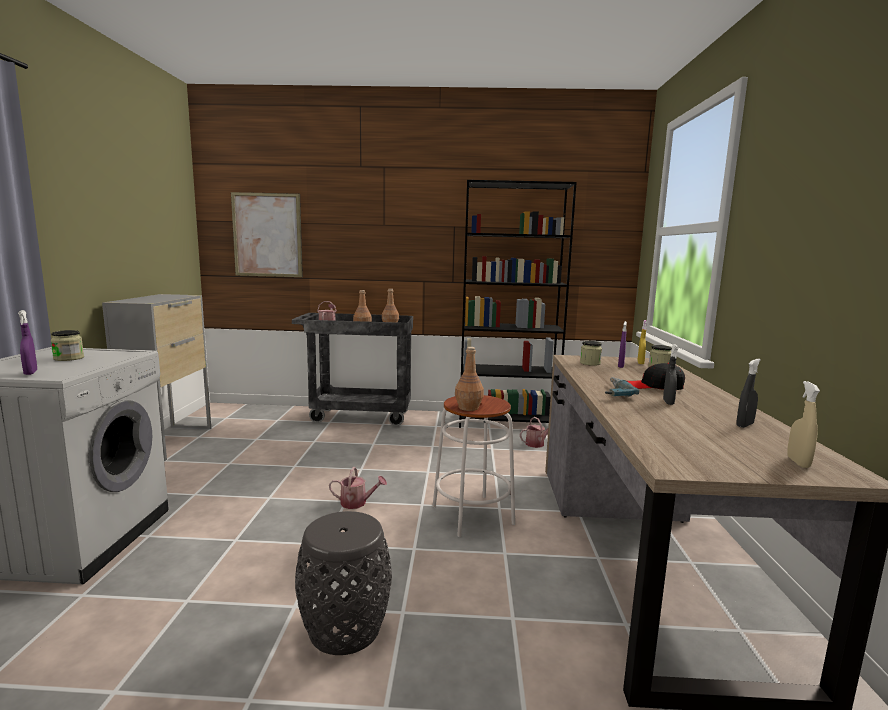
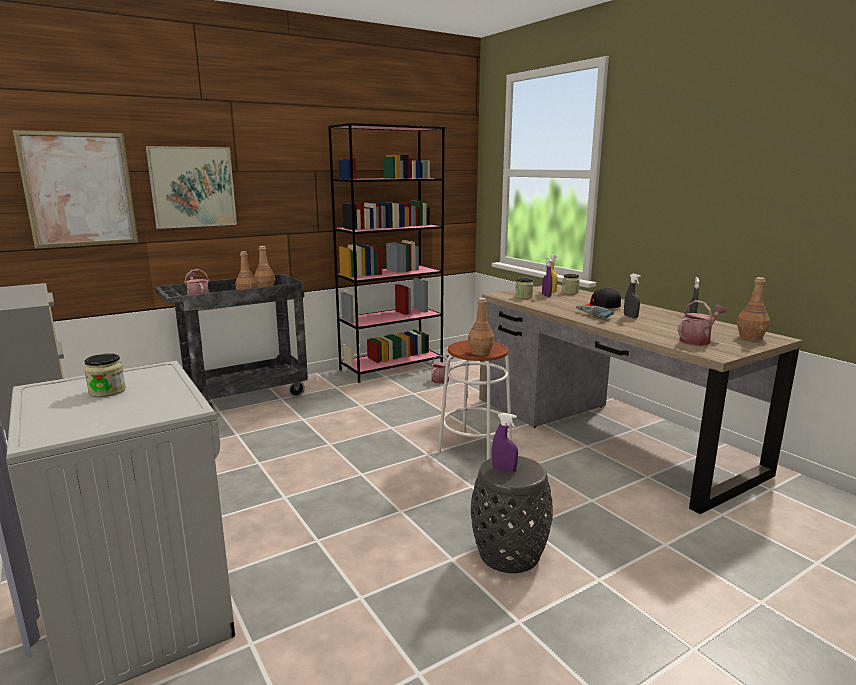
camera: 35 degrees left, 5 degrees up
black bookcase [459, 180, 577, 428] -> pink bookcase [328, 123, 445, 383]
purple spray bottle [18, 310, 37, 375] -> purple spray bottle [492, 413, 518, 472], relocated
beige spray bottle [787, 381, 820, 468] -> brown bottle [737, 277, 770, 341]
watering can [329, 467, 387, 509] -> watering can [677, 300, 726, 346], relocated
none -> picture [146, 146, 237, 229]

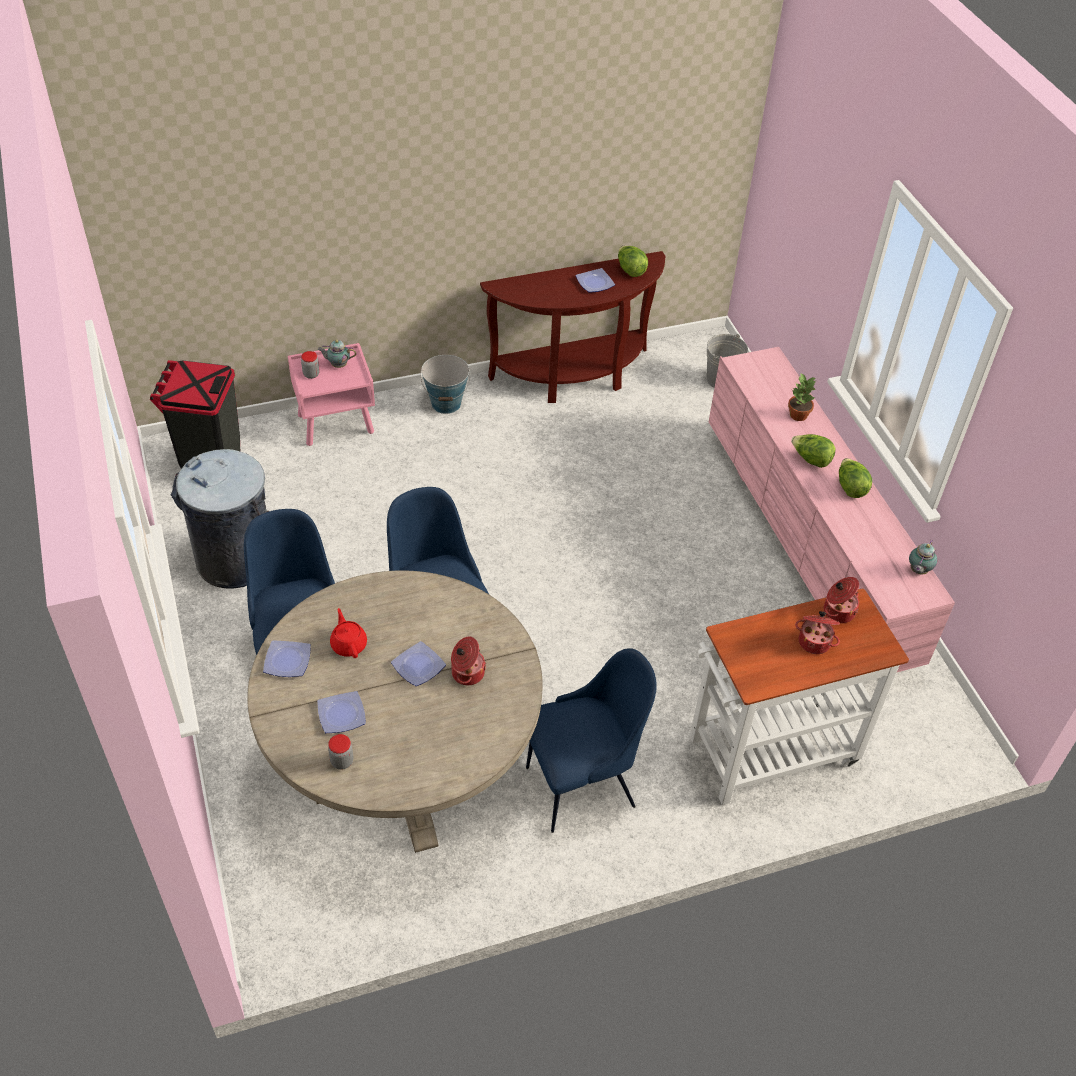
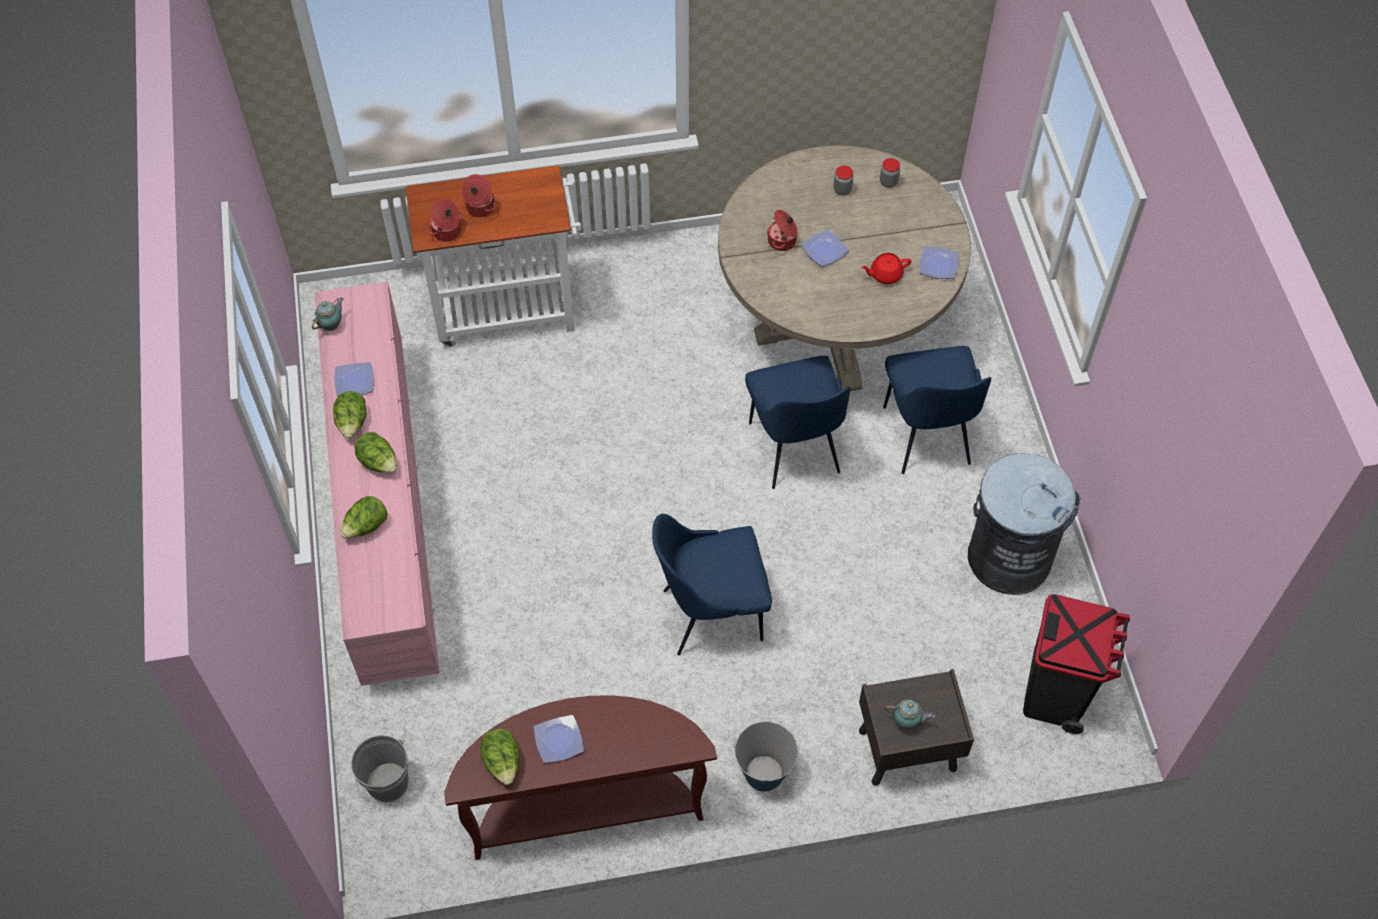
camera: 170 degrees left, 10 degrees up
pink nightstand [288, 343, 375, 446] -> brown nightstand [859, 669, 974, 786]
jar [301, 351, 320, 379] -> jar [834, 166, 854, 195], relocated
potted plant [788, 374, 816, 421] -> lettuce [340, 496, 388, 538]
red teapot [330, 608, 367, 658] -> red teapot [861, 253, 912, 284], 90 degrees clockwise
blue chair [526, 648, 657, 833] -> blue chair [652, 514, 772, 656], relocated
plate [317, 691, 366, 733] -> plate [334, 362, 374, 396], relocated

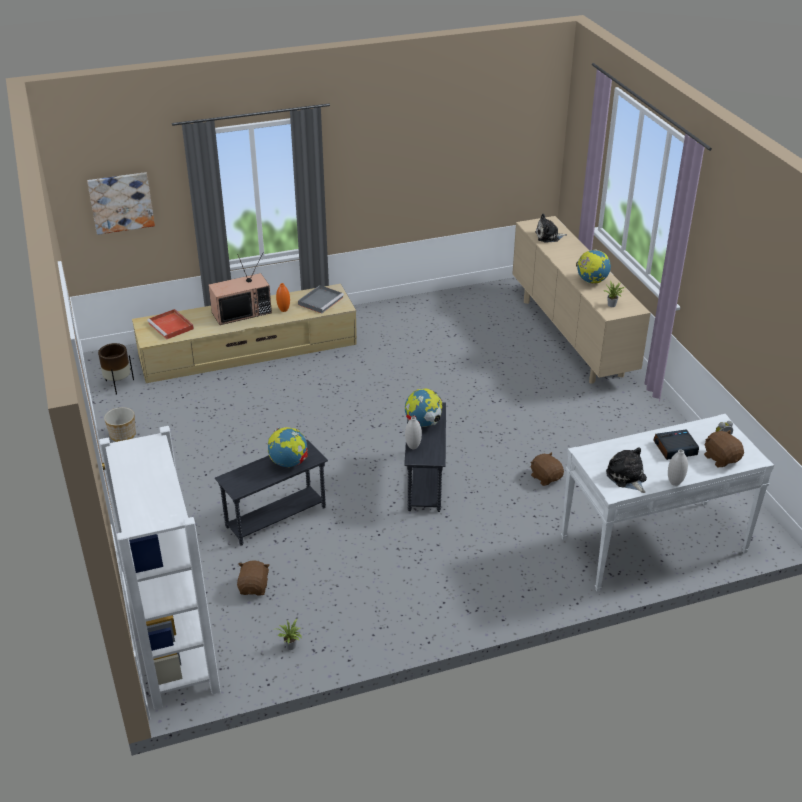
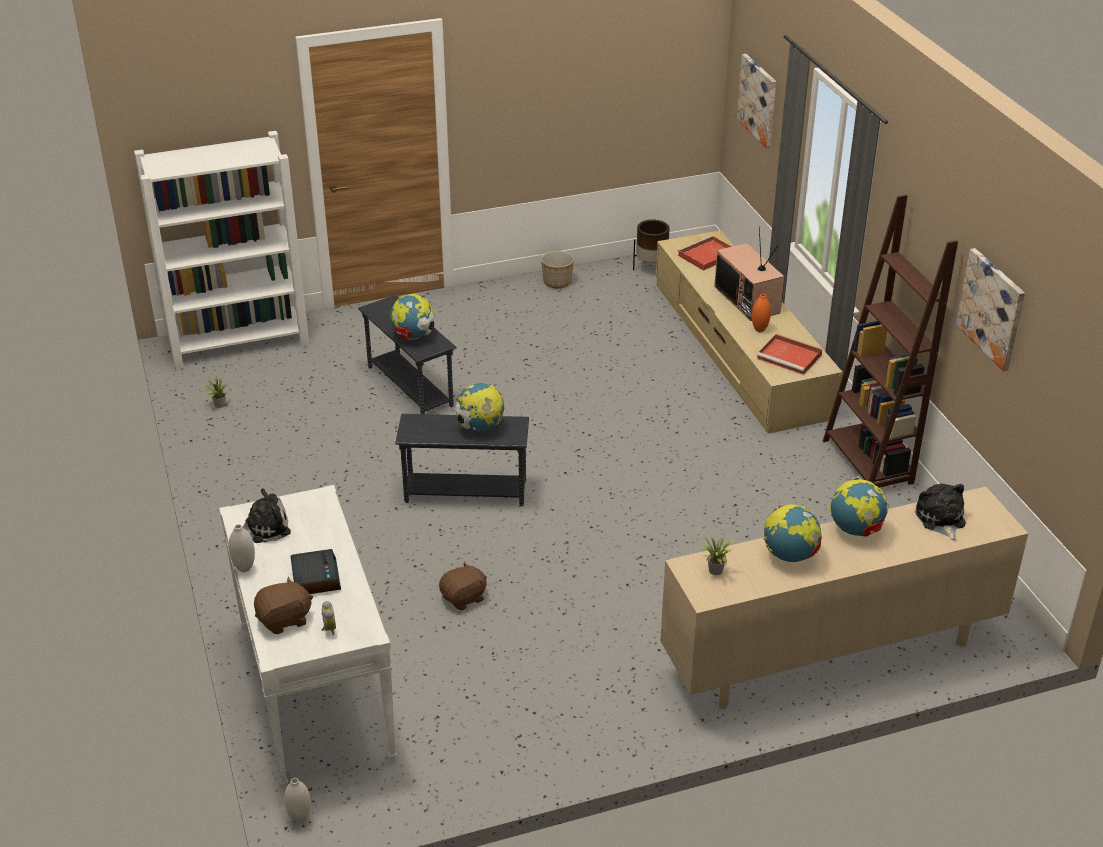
camera: 90 degrees right, 0 degrees up
grey tray [298, 285, 344, 314] -> red tray [757, 334, 822, 375]
white vase [405, 416, 422, 449] -> white vase [284, 778, 311, 823], relocated
brown plush toy [237, 560, 270, 596] -> none
none -> brown bookcase [823, 195, 958, 487]
none -> picture [956, 248, 1025, 371]
none -> globe [830, 476, 890, 536]

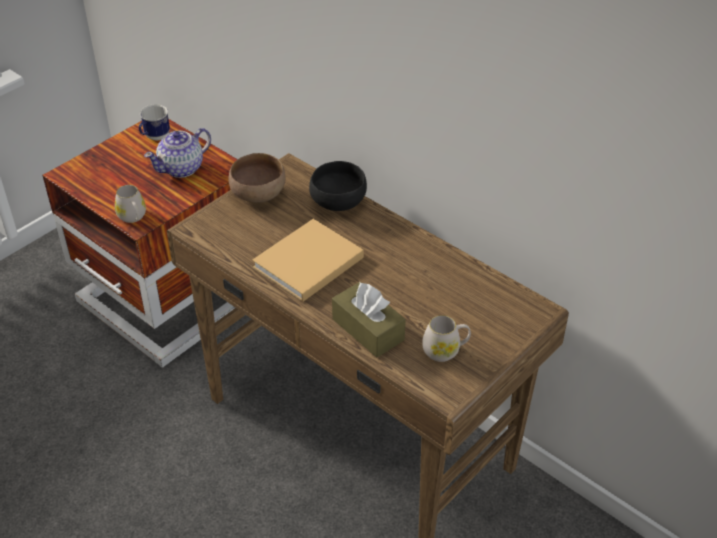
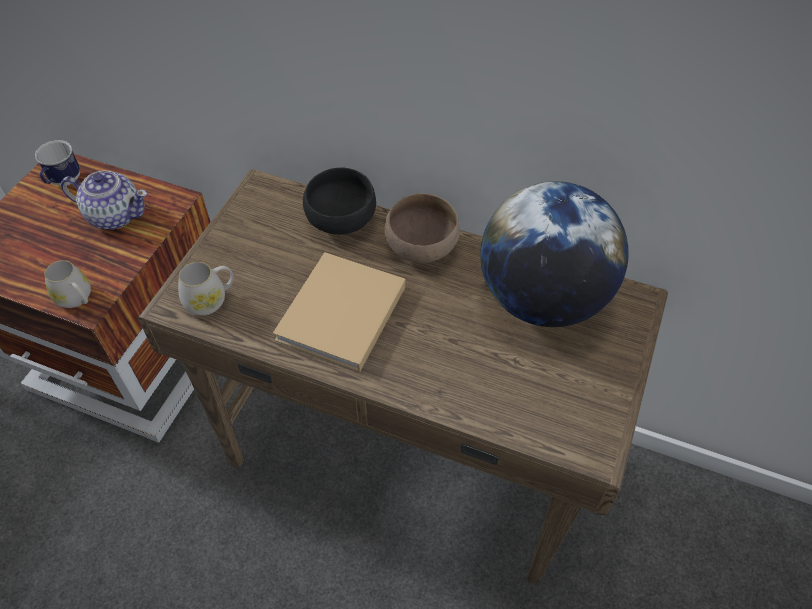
camera: 20 degrees left, 10 degrees up
teapot [144, 128, 211, 178] -> teapot [61, 170, 148, 230], 105 degrees counterclockwise
brown bowl [228, 153, 286, 203] -> brown bowl [384, 193, 460, 263], relocated
brown tissue box [332, 282, 406, 358] -> none
white mug [422, 315, 471, 362] -> white mug [178, 262, 234, 315], relocated
none -> globe [480, 181, 629, 327]

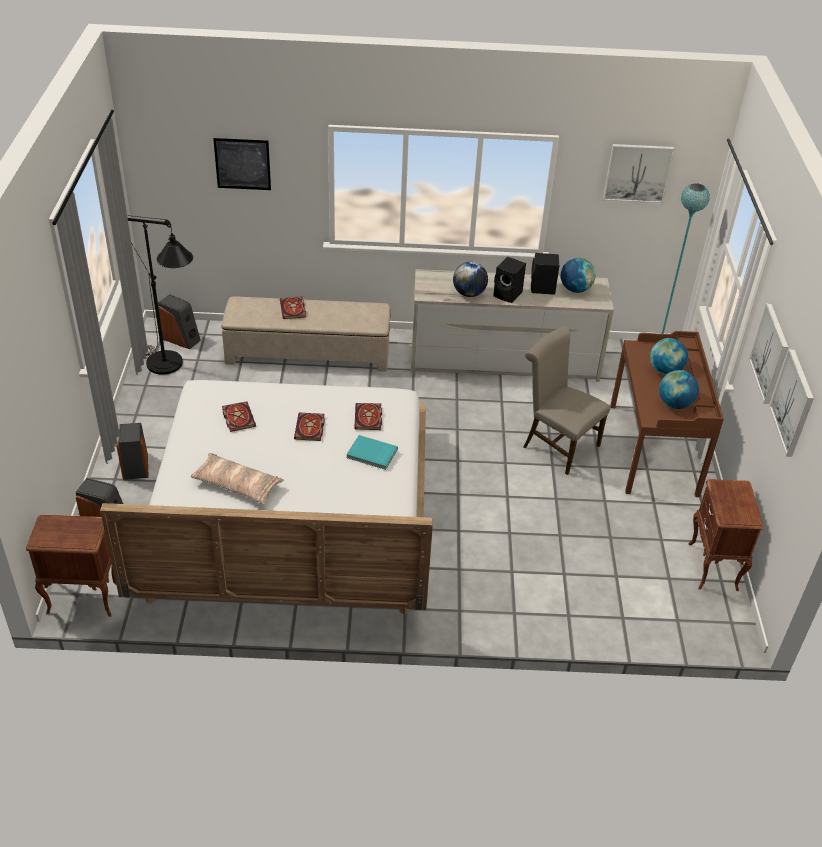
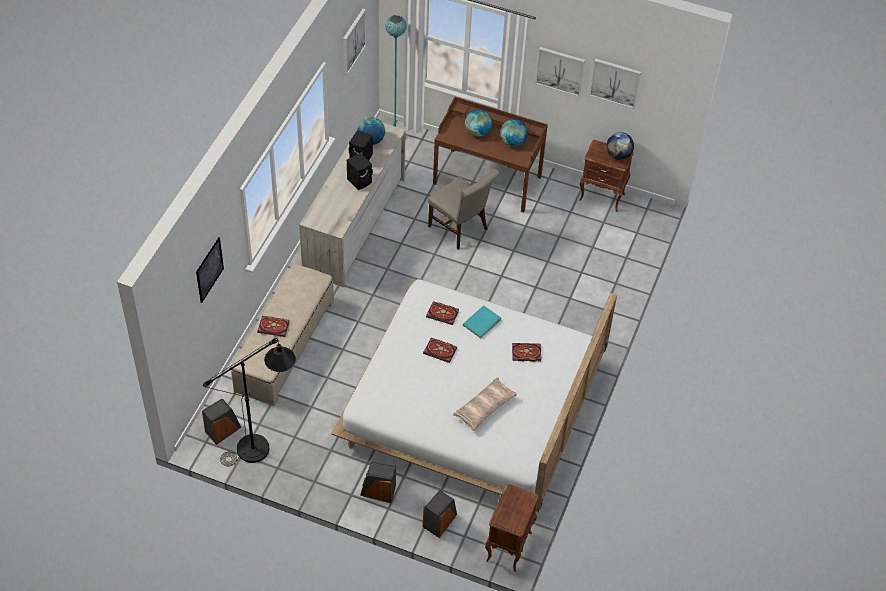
camera: 70 degrees left, 10 degrees up
globe [453, 262, 488, 297] -> globe [606, 132, 634, 160], relocated
beige chair [523, 326, 611, 475] -> beige chair [428, 169, 500, 250], 105 degrees counterclockwise
book [222, 401, 256, 432] -> book [512, 343, 541, 362], relocated

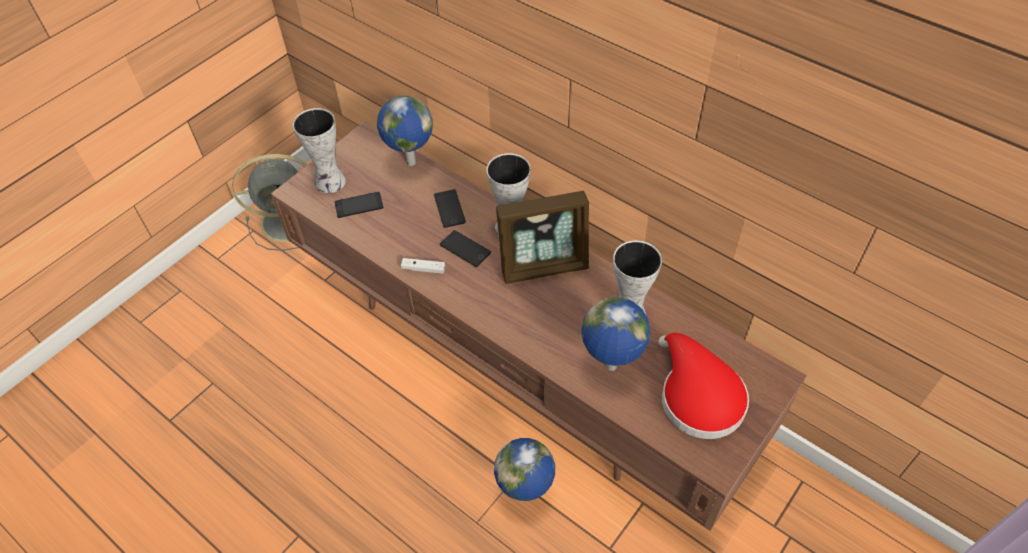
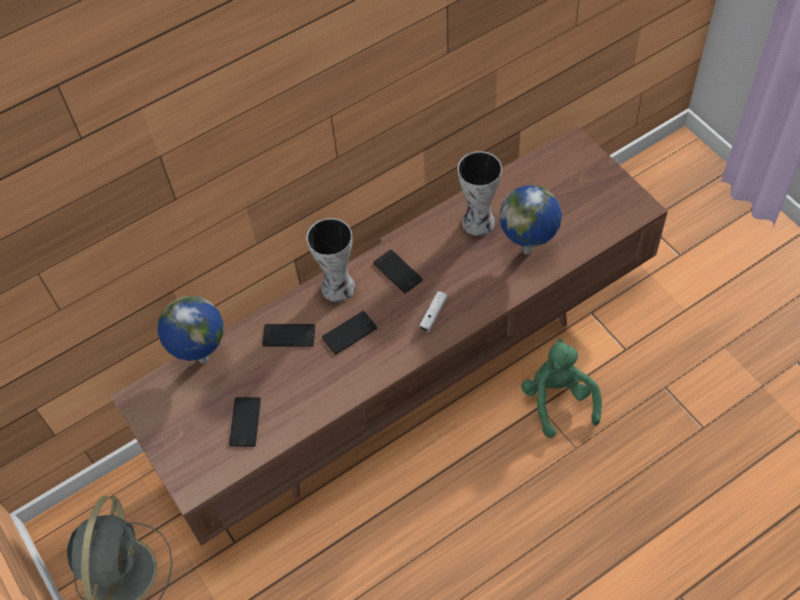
camera: 70 degrees left, 5 degrees up
vase [293, 108, 346, 193] -> none
picture frame [496, 191, 589, 284] -> phone [373, 250, 423, 293]
white game controller [401, 258, 445, 274] -> white game controller [419, 291, 447, 332], relocated
red hat [659, 333, 749, 439] -> none
globe [494, 438, 555, 501] -> green plush toy [521, 338, 602, 438]

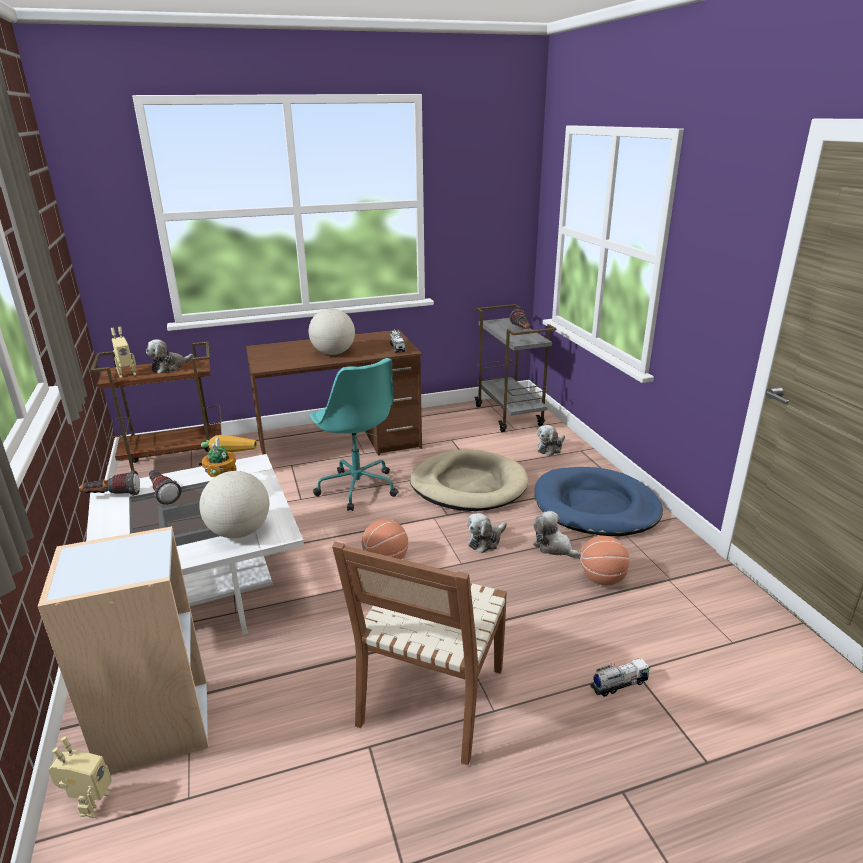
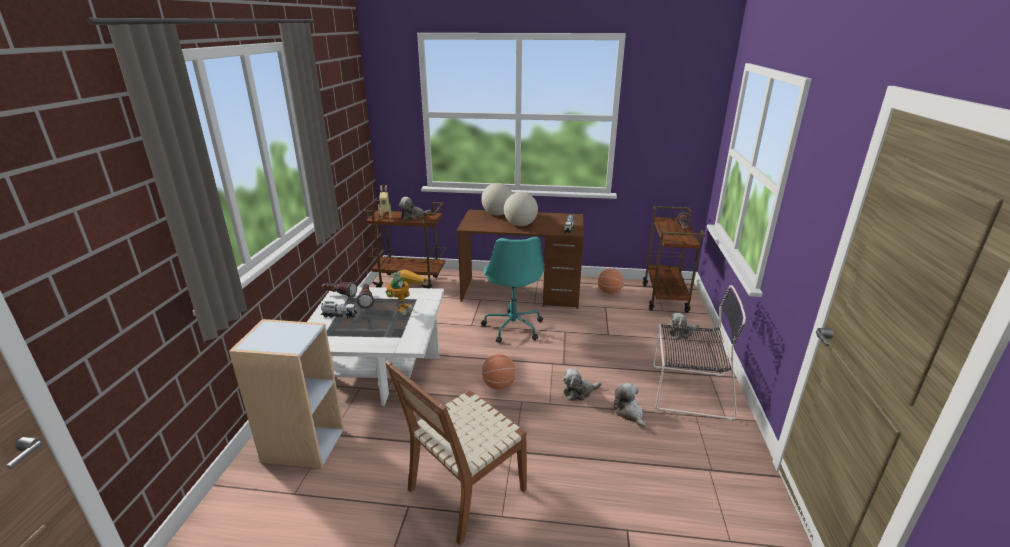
camera: 25 degrees right, 0 degrees up
grey cart [474, 304, 556, 432] -> brown cart [642, 206, 705, 313]
beige dog bed [410, 449, 528, 511] -> none
blue dog bed [535, 467, 663, 536] -> black chair [653, 285, 746, 420]
globe [199, 471, 269, 538] -> globe [481, 183, 513, 215], relocated
basketball [580, 536, 630, 585] -> basketball [598, 269, 624, 294], relocated
toy truck [590, 658, 650, 697] -> toy truck [321, 301, 357, 319], relocated
toy robot [48, 736, 112, 818] -> none

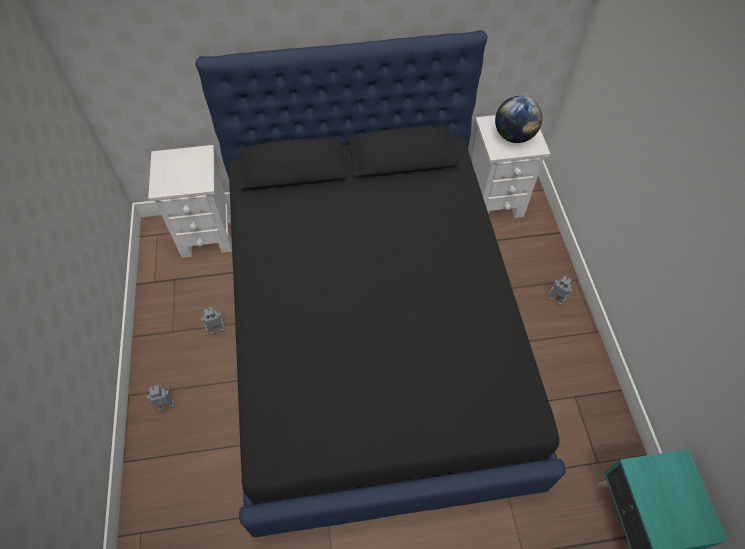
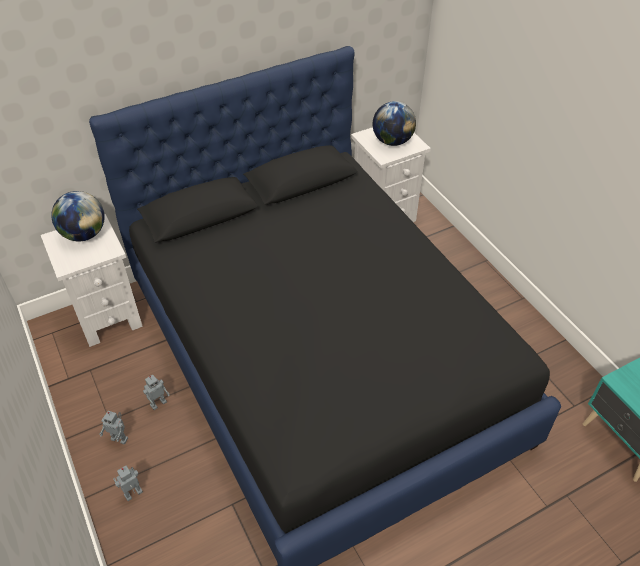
camera: 20 degrees left, 10 degrees down
toy robot [548, 276, 573, 306] -> toy robot [99, 411, 128, 444], relocated
none -> globe [51, 191, 105, 241]

